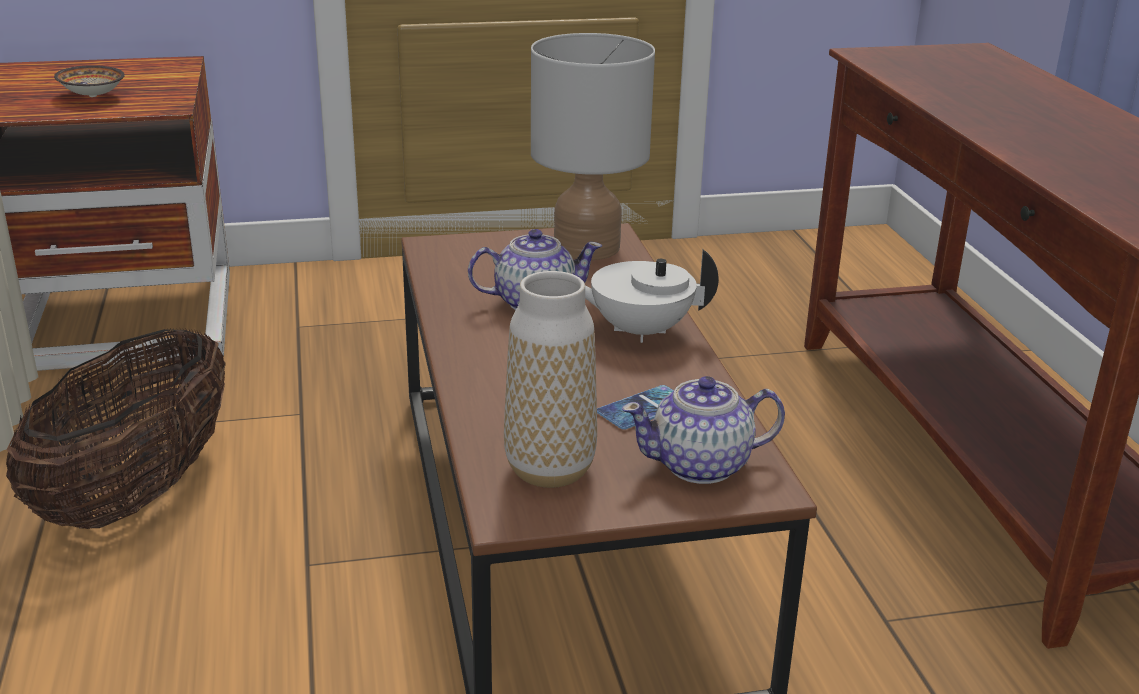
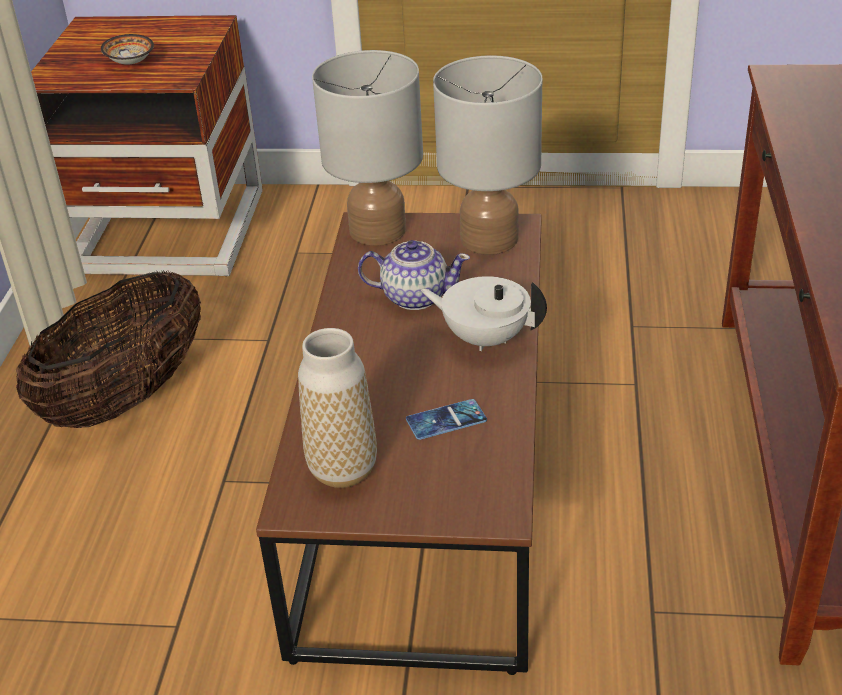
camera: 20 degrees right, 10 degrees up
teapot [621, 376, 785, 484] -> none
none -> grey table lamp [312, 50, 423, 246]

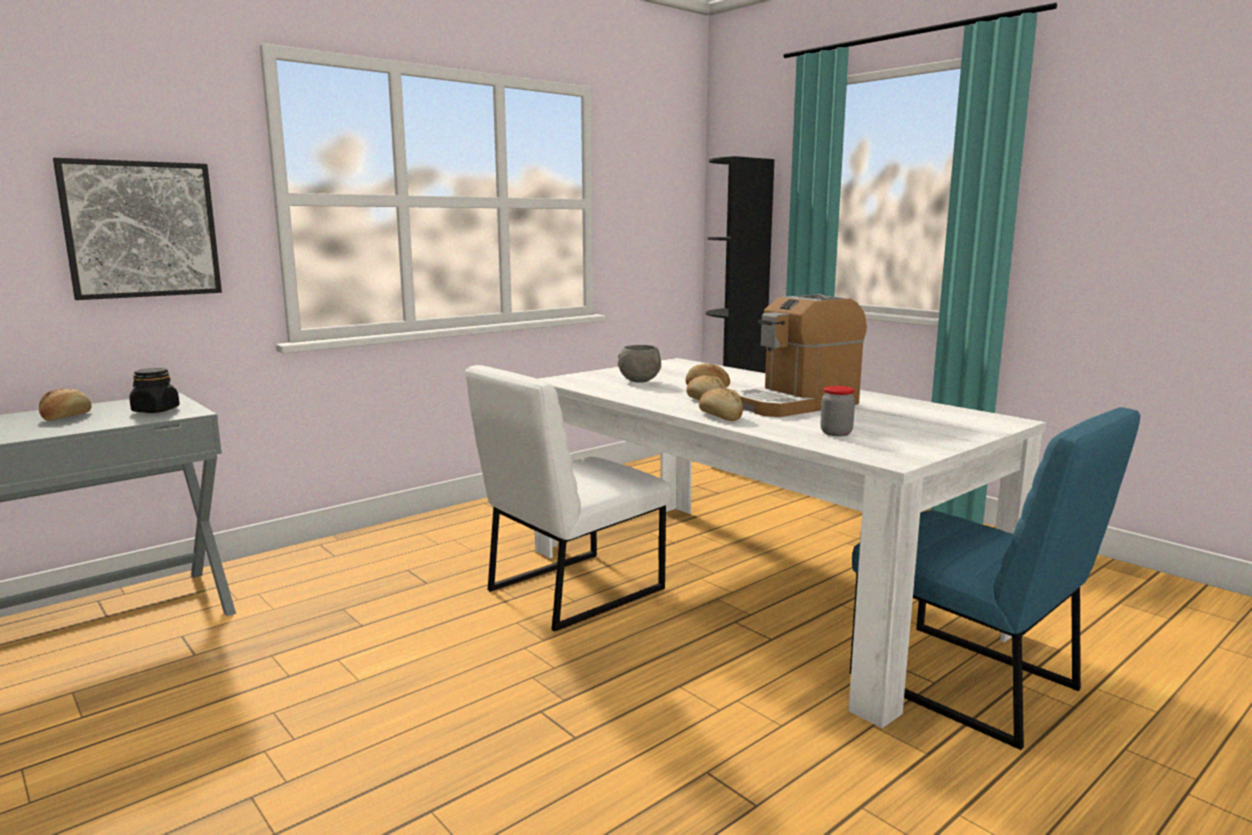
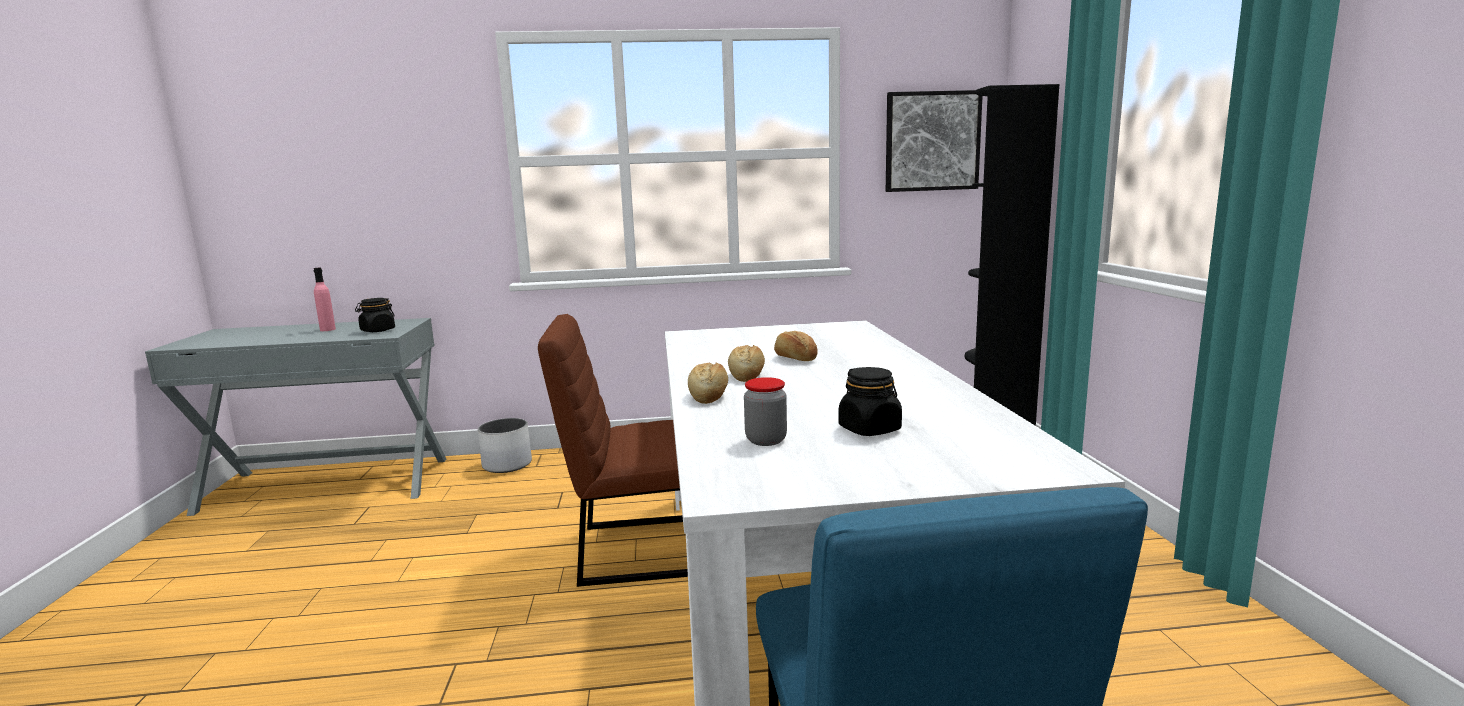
camera: 35 degrees right, 0 degrees up
picture [53, 158, 222, 300] -> picture [886, 90, 982, 192], relocated
coffee machine [735, 294, 867, 417] -> none
grey bowl [618, 345, 661, 383] -> none
white chair [465, 365, 671, 632] -> brown chair [538, 314, 688, 587]
bread [39, 389, 92, 420] -> pink bottle [313, 268, 336, 331]
none -> black jar [838, 367, 902, 436]
none -> white planter [478, 418, 532, 473]

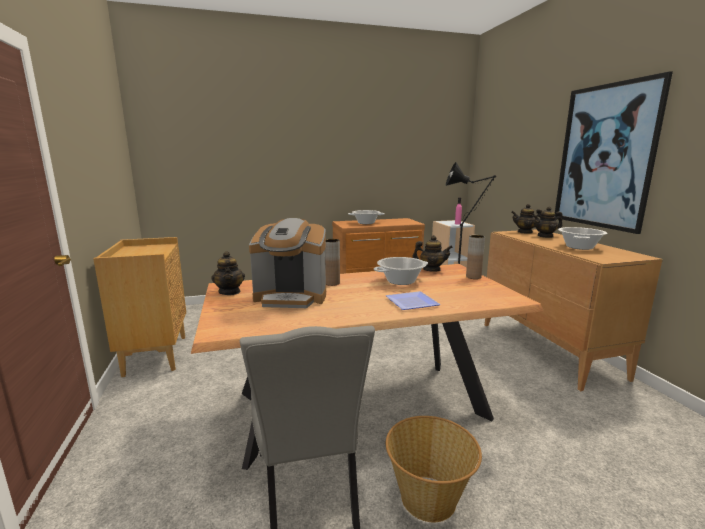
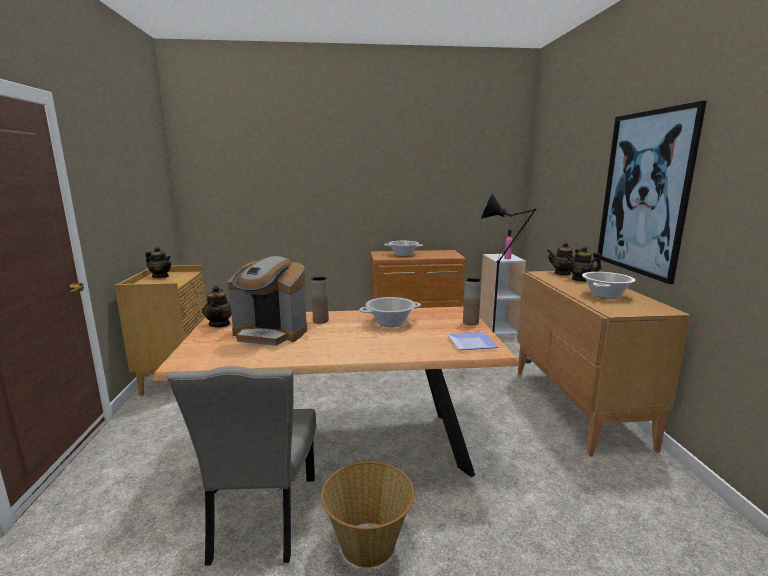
camera: 10 degrees right, 0 degrees up
teapot [412, 235, 453, 272] -> teapot [145, 247, 171, 278], relocated
plate [386, 291, 441, 310] -> plate [447, 332, 499, 350], relocated

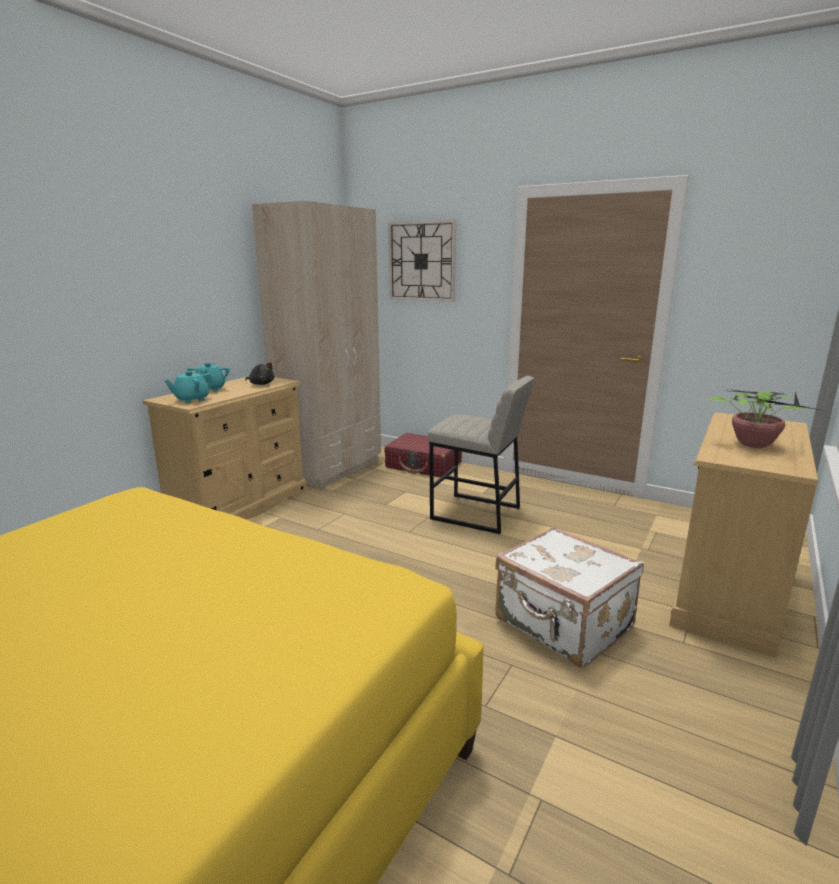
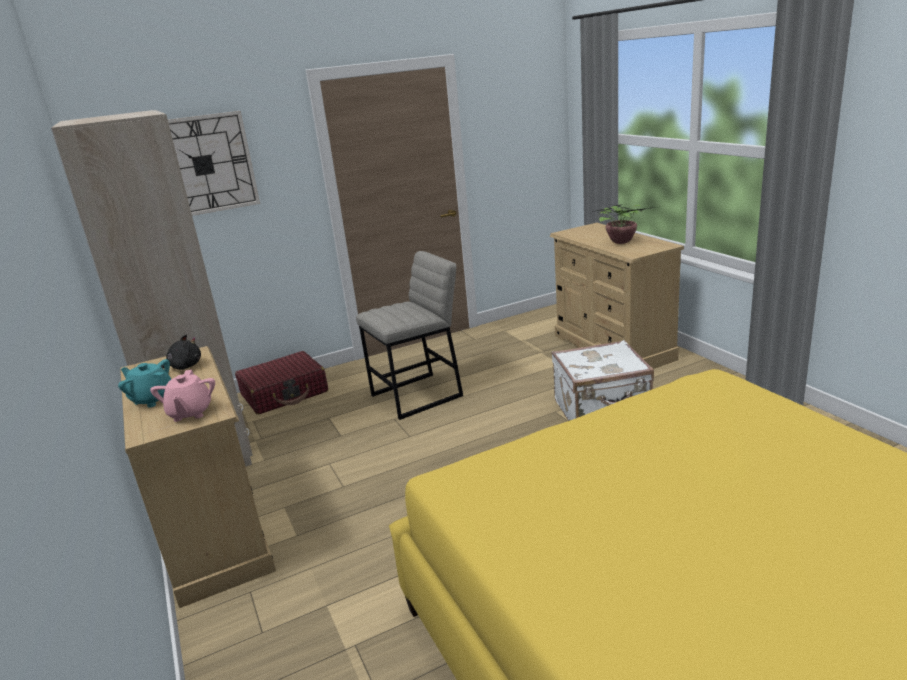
camera: 55 degrees left, 5 degrees up
turquoise teapot [164, 371, 214, 403] -> pink teapot [150, 370, 215, 422]

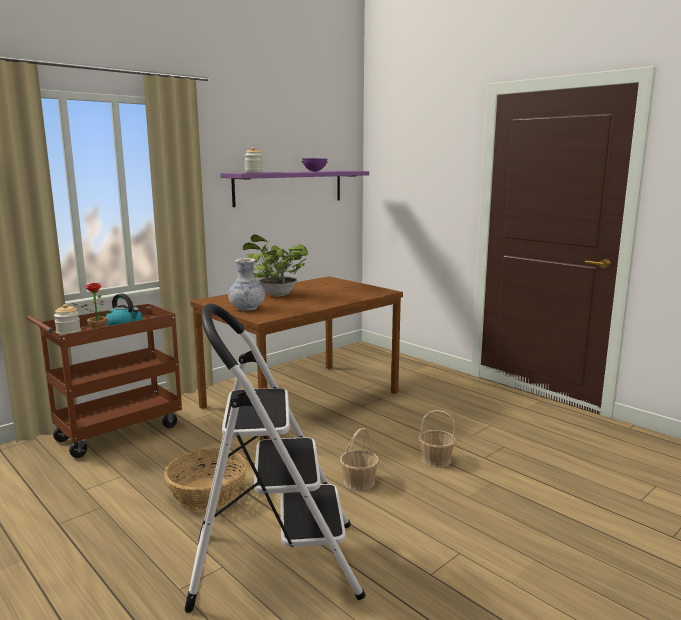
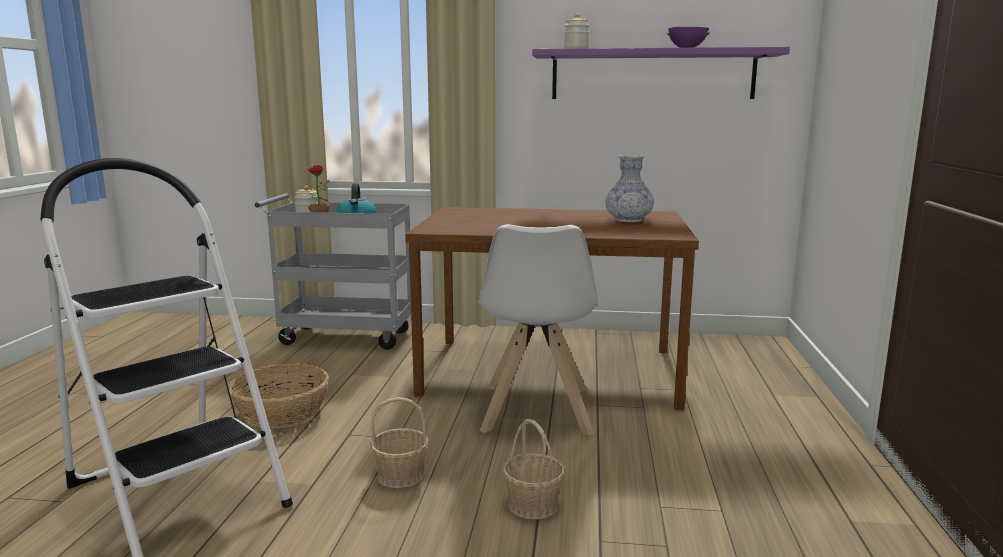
camera: 50 degrees right, 0 degrees up
potted plant [243, 234, 308, 297] -> none
vase [228, 258, 265, 311] -> vase [605, 154, 654, 222], relocated
brown cart [27, 304, 182, 458] -> grey cart [255, 193, 411, 349]
none -> chair [478, 224, 598, 436]

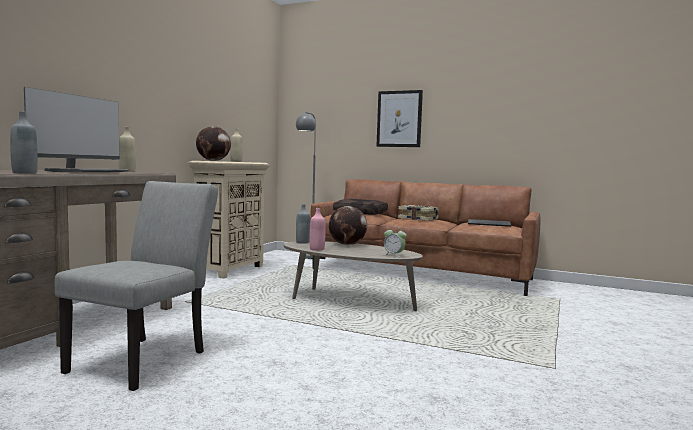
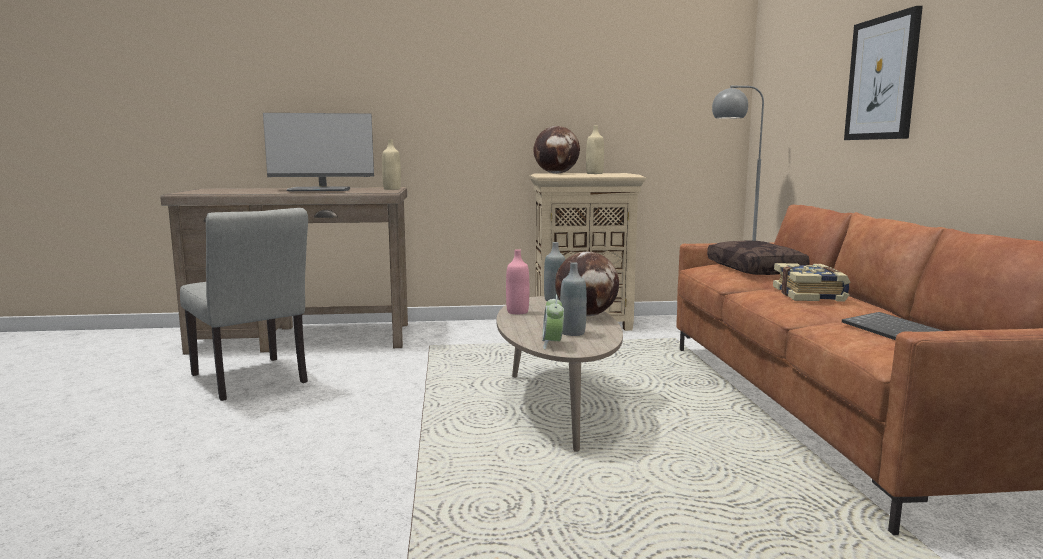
camera: 60 degrees right, 5 degrees up
grey bottle [10, 111, 38, 174] -> grey bottle [560, 262, 587, 336], relocated
grey chair [55, 181, 218, 391] -> grey chair [180, 208, 308, 401], 60 degrees clockwise

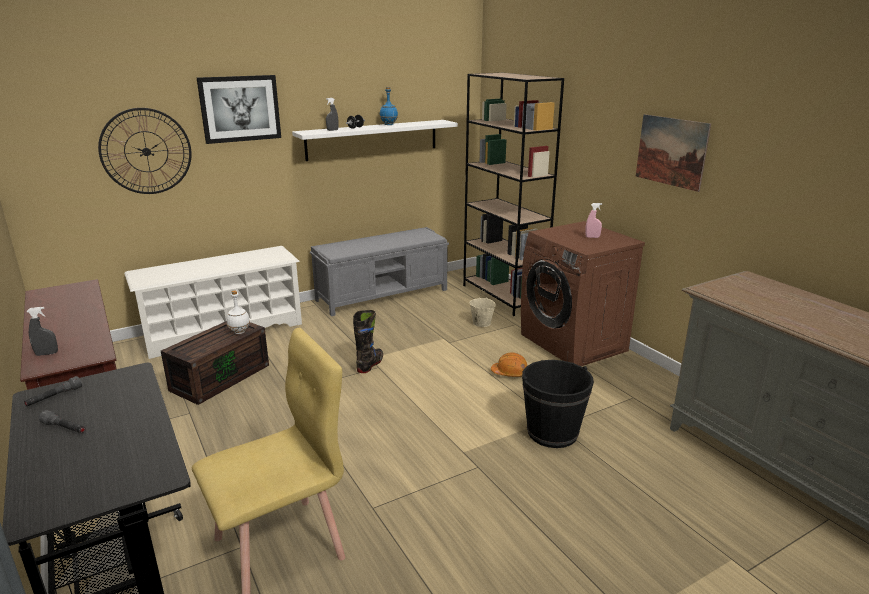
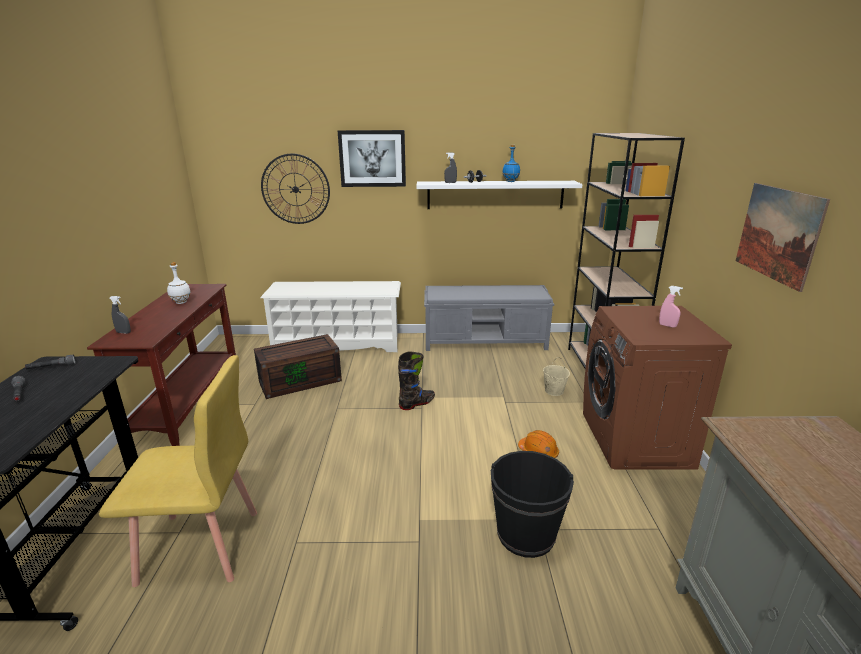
camera: 30 degrees right, 0 degrees up
white bottle [227, 290, 250, 334] -> white bottle [167, 262, 191, 304], relocated

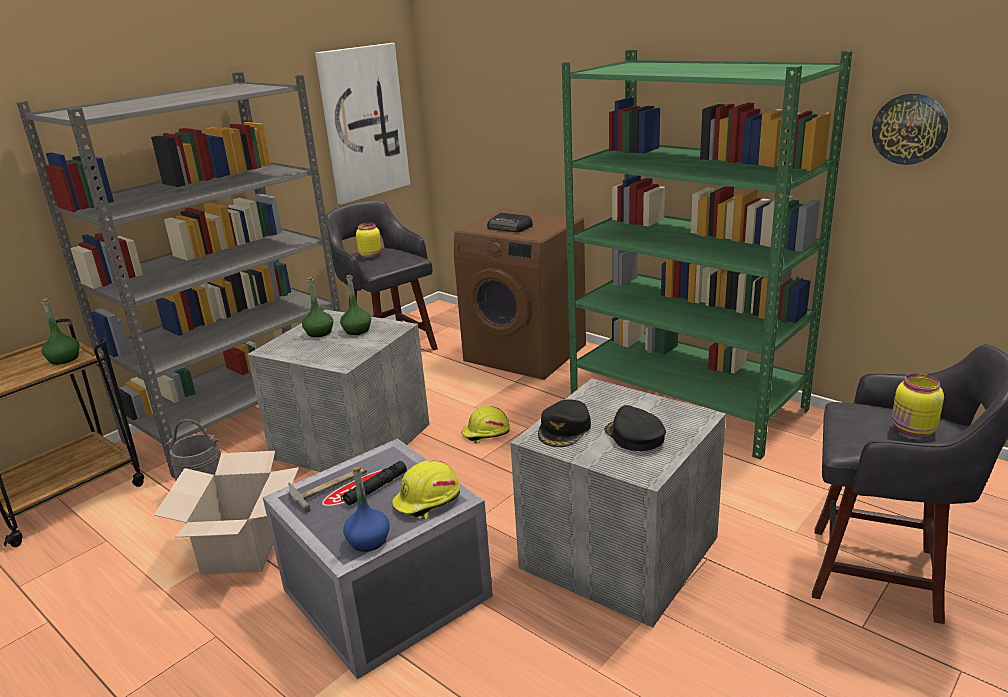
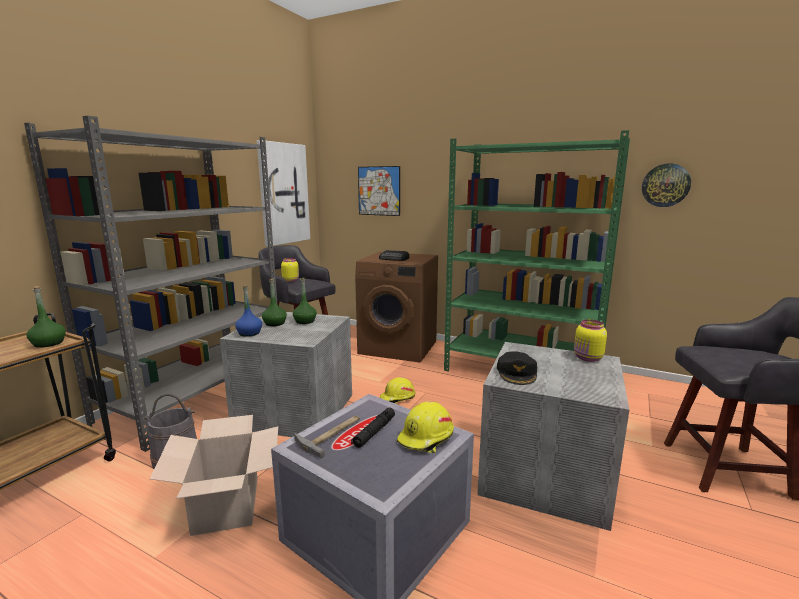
camera: 15 degrees left, 10 degrees down
yellow jar [892, 373, 944, 437] -> yellow jar [574, 319, 607, 362], relocated
black cap [605, 405, 666, 451] -> none
blue bottle [343, 467, 390, 552] -> blue bottle [235, 286, 262, 337], relocated
none -> picture [358, 166, 400, 216]

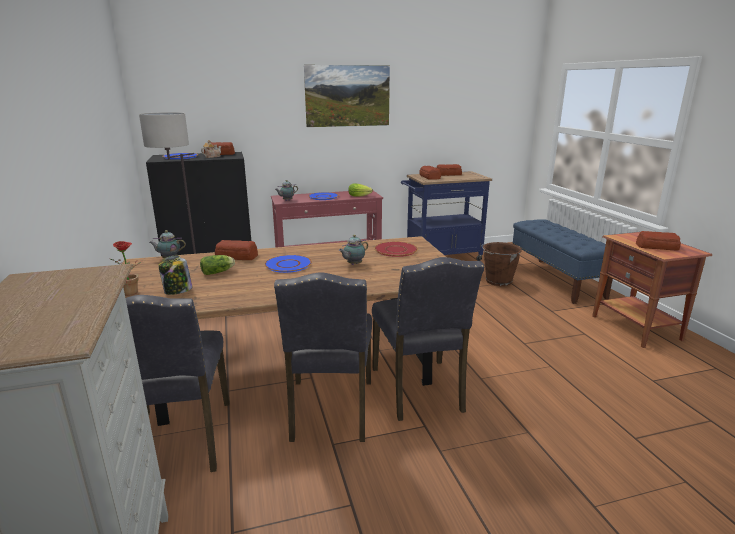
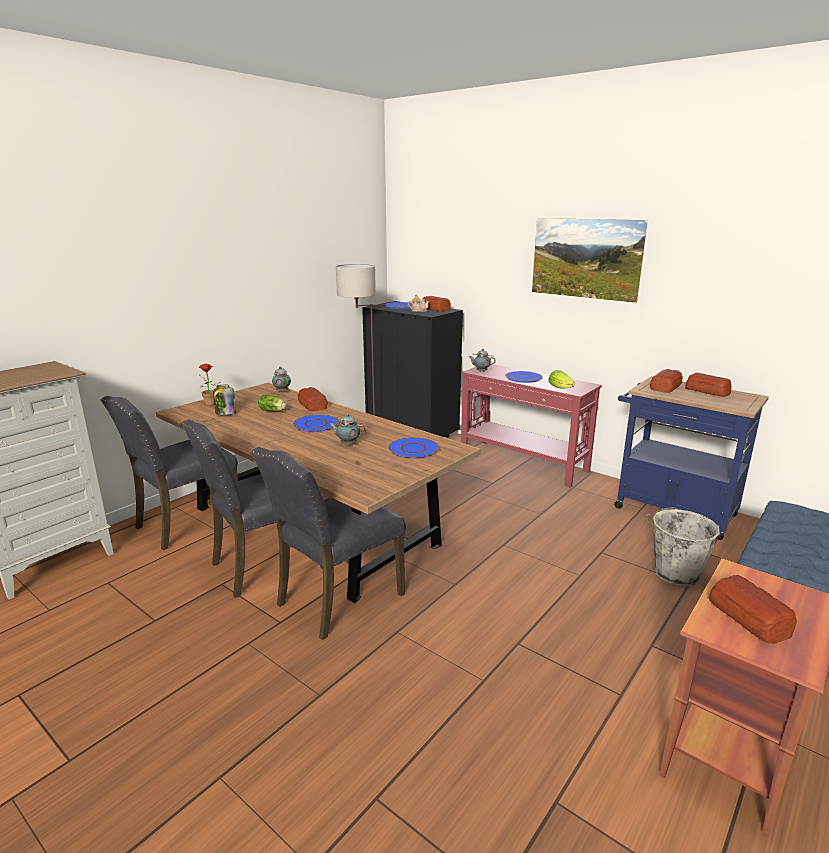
camera: 55 degrees right, 0 degrees up
red plate [375, 242, 418, 257] -> blue plate [388, 437, 439, 459]
brown bucket [482, 242, 522, 286] -> grey bucket [645, 507, 720, 587]

